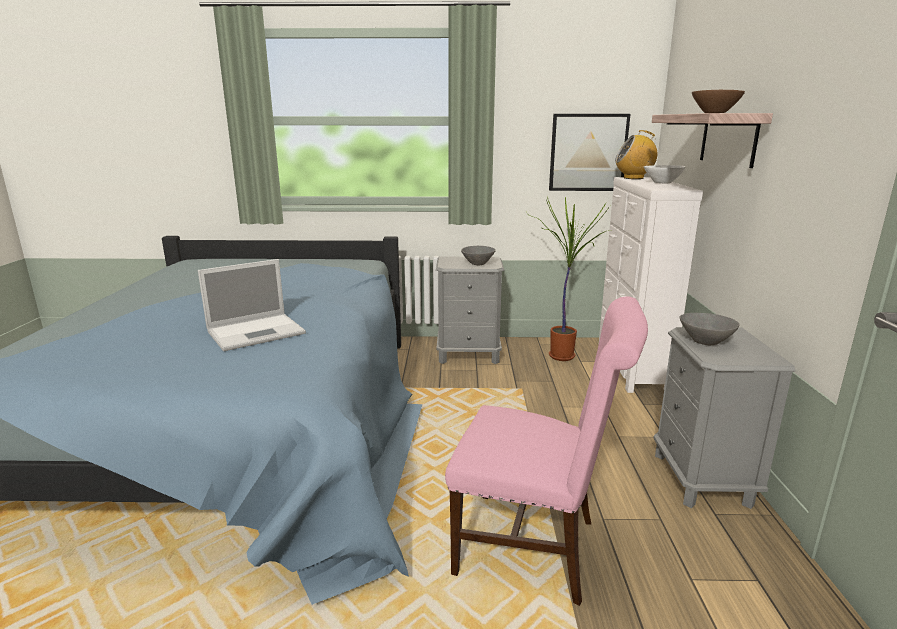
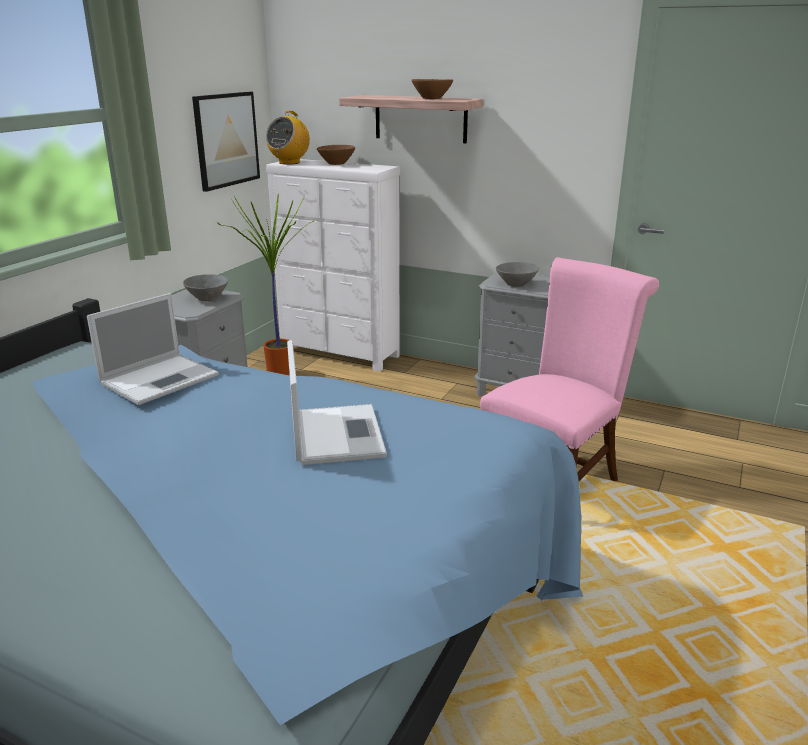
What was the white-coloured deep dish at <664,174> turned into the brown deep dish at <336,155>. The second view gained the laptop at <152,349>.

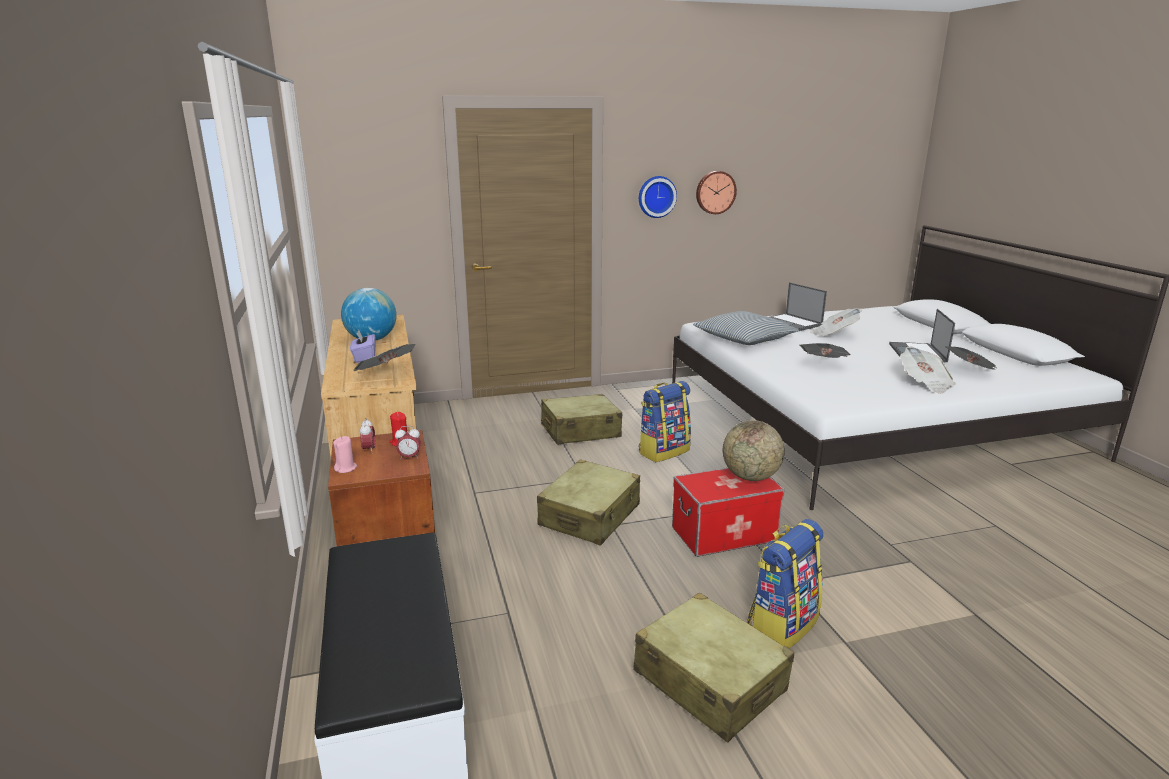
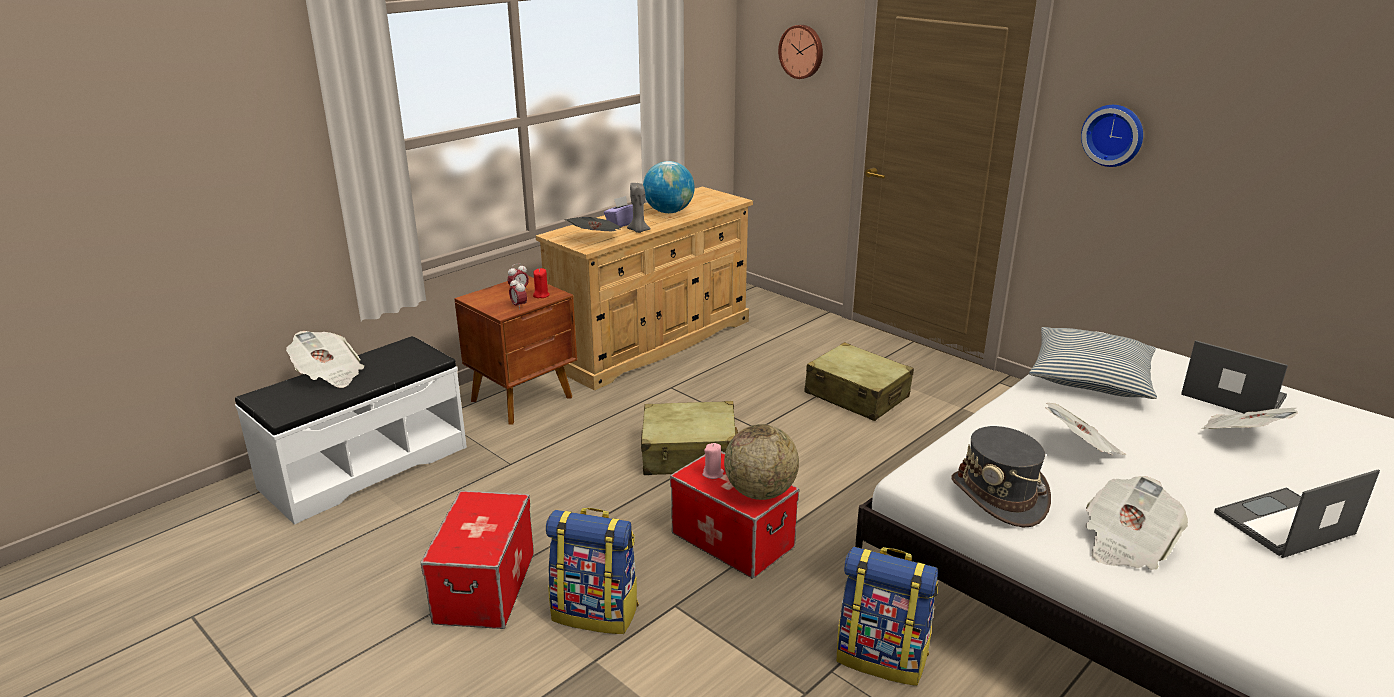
The pinkish candle ended up elsewhere, having gone from <345,454> to <713,461>. Where the beige suitcase stood at <713,668>, the storage box came to stand at <477,560>. The backpack ended up elsewhere, having gone from <665,421> to <887,616>. The wall clock ended up elsewhere, having gone from <716,192> to <800,52>. The laptop at <798,306> ended up facing another way, 105 degrees clockwise from before. The daily paper ended up elsewhere, having gone from <970,358> to <325,359>. The second view gained the greyish candle at <639,208>. The second view gained the greyish wearable hat at <1001,477>.

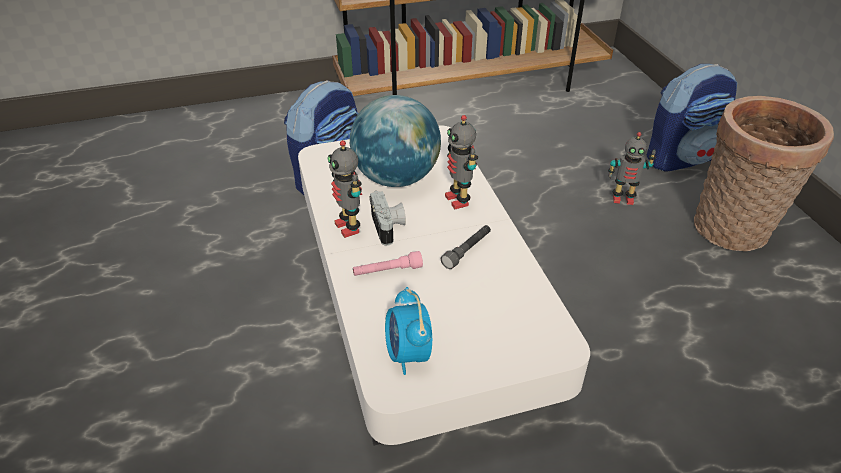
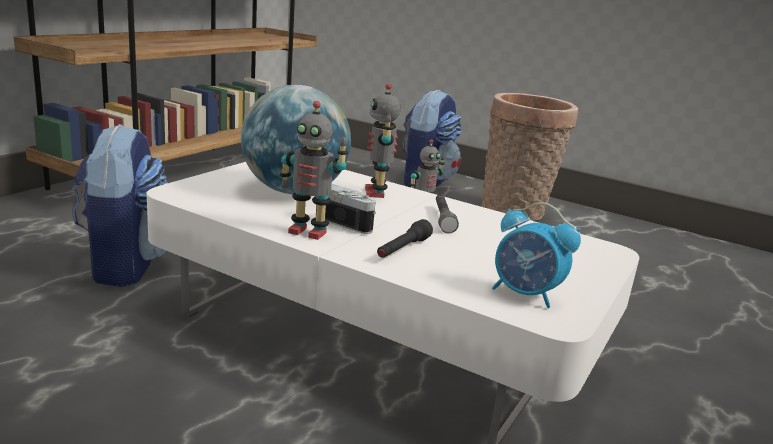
What was the pinkish hand torch at <388,263> turned into the black hand torch at <405,238>. The toy robot at <461,162> ended up facing another way, 60 degrees clockwise from before.

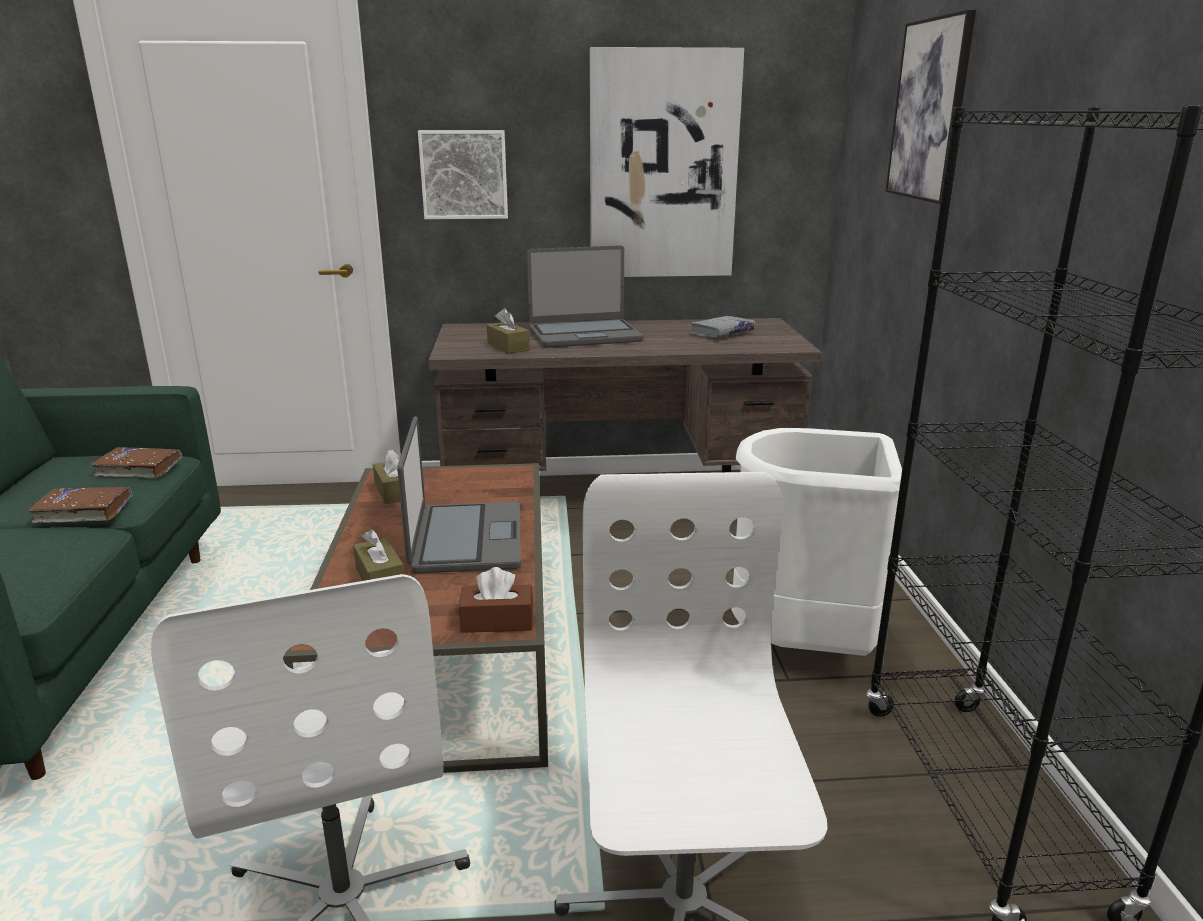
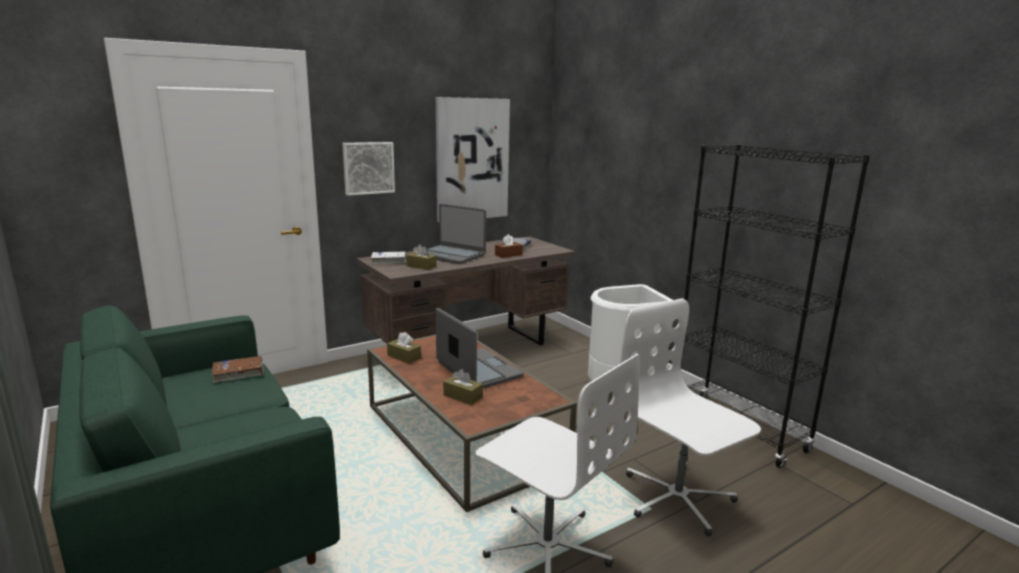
The second view lost the brown book at <79,505>. The brown tissue box ended up elsewhere, having gone from <496,600> to <509,246>. The laptop at <585,296> ended up facing another way, 75 degrees clockwise from before. The second view lost the picture at <931,106>. The second view gained the white-coloured book at <388,258>.

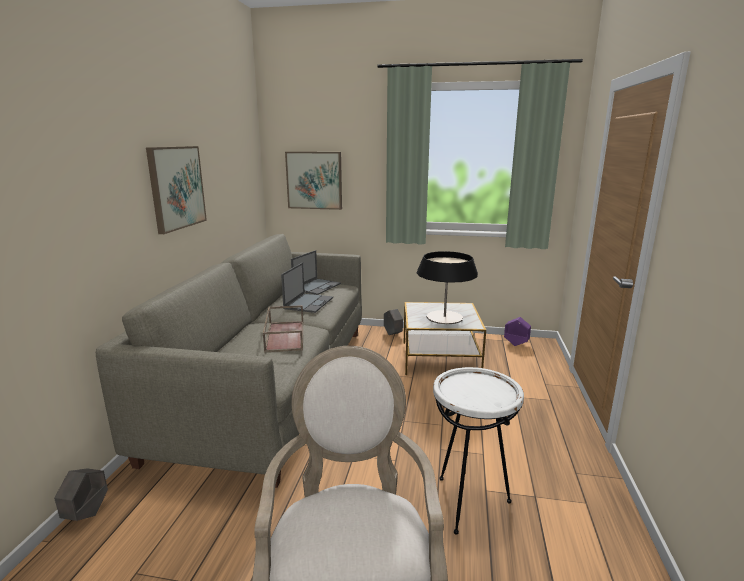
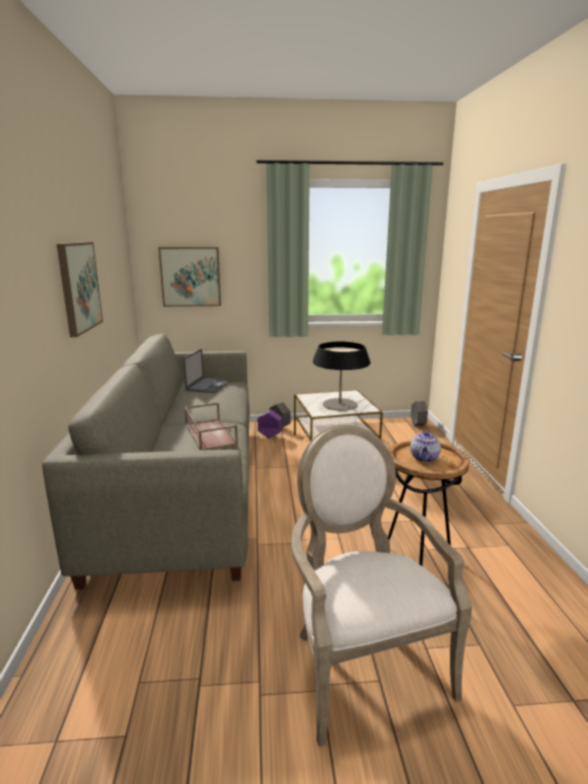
The greyish plant pot ended up elsewhere, having gone from <81,494> to <419,413>. The second view lost the laptop at <307,288>. What was the white-coloured side table at <478,451> turned into the brown side table at <429,503>. The purple-coloured plant pot ended up elsewhere, having gone from <517,331> to <270,424>. The second view gained the pot for tea at <425,446>.

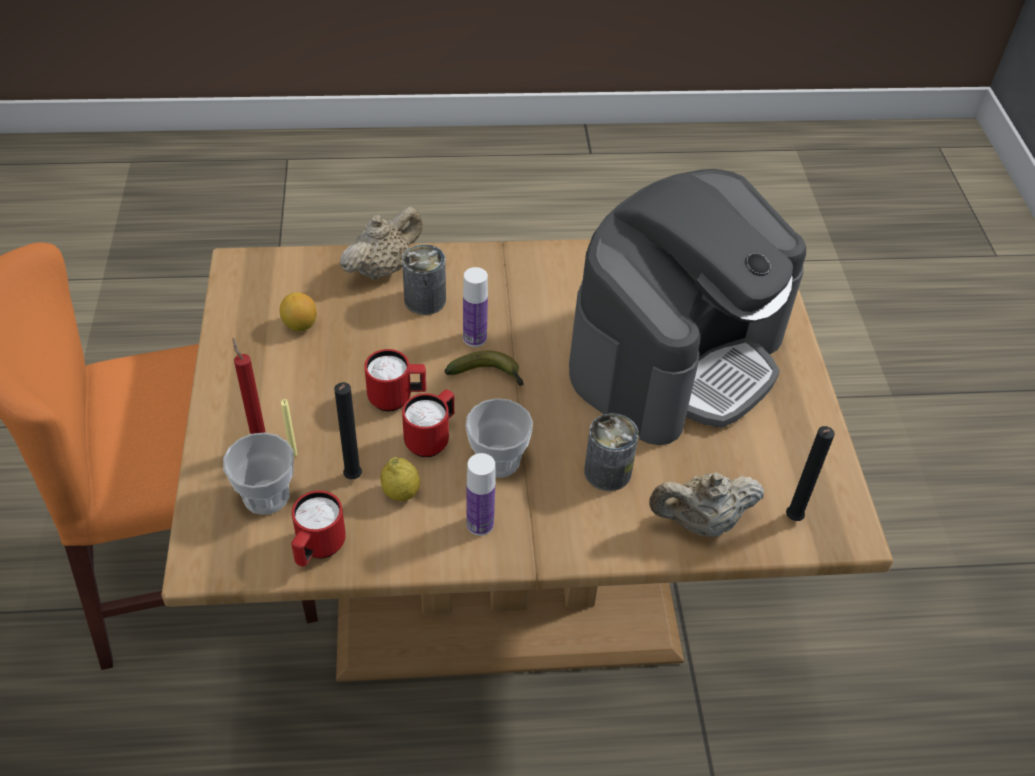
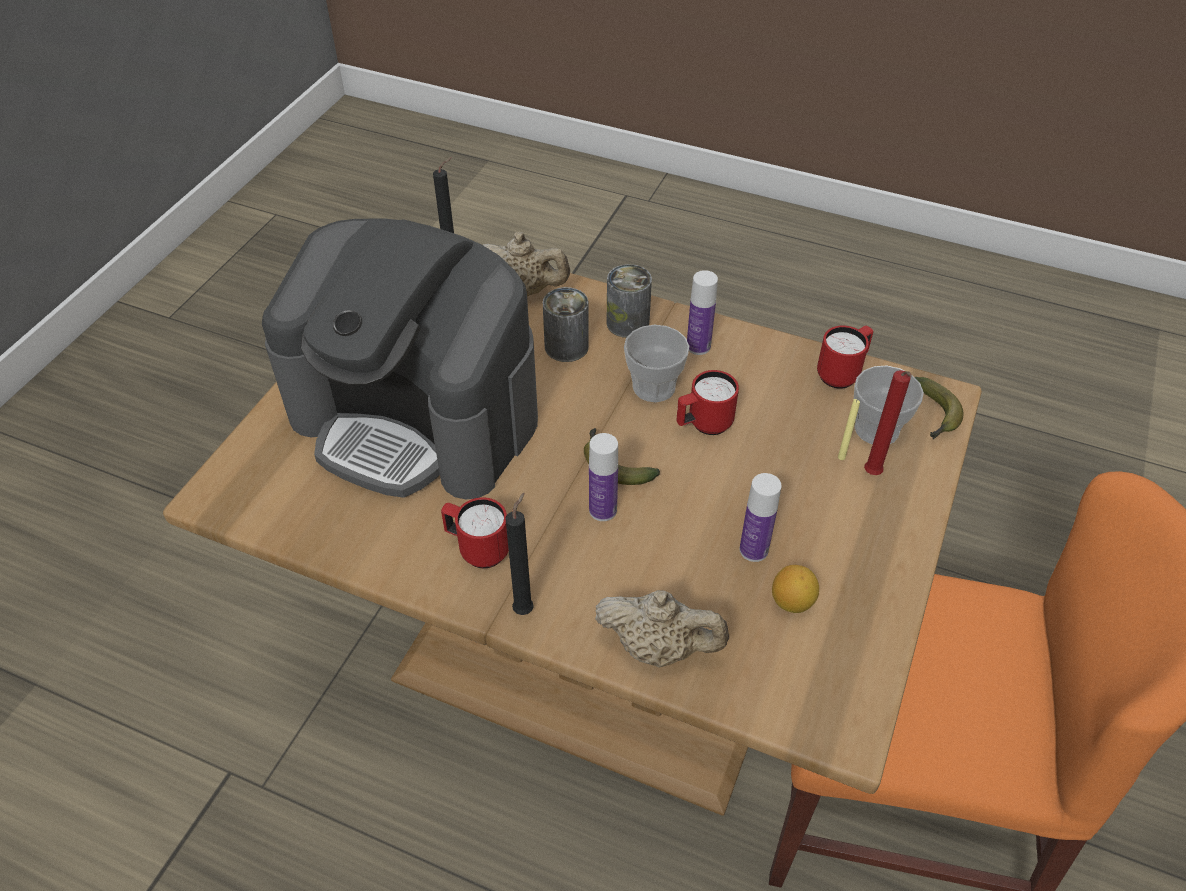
The black candle ended up elsewhere, having gone from <348,430> to <519,554>. The beige pot for tea at <381,243> ended up facing another way, 150 degrees counterclockwise from before. The reddish mug ended up elsewhere, having gone from <395,380> to <475,532>. The second view lost the citrus fruit at <400,479>. The metal can ended up elsewhere, having gone from <424,279> to <629,301>. The coffee maker at <687,307> ended up facing another way, 135 degrees counterclockwise from before. The second view gained the beverage bottle at <761,517>. The second view gained the whole banana at <939,408>.

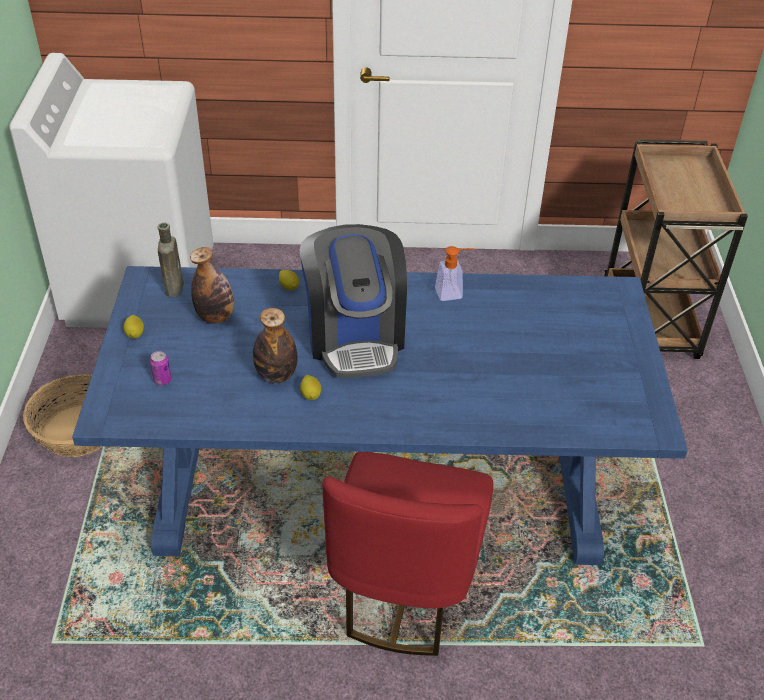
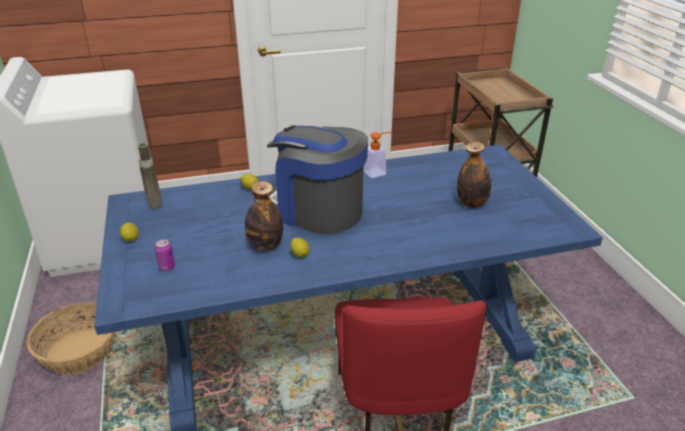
The beverage bottle ended up elsewhere, having gone from <212,285> to <474,175>. The coffee maker at <353,301> ended up facing another way, 150 degrees clockwise from before.

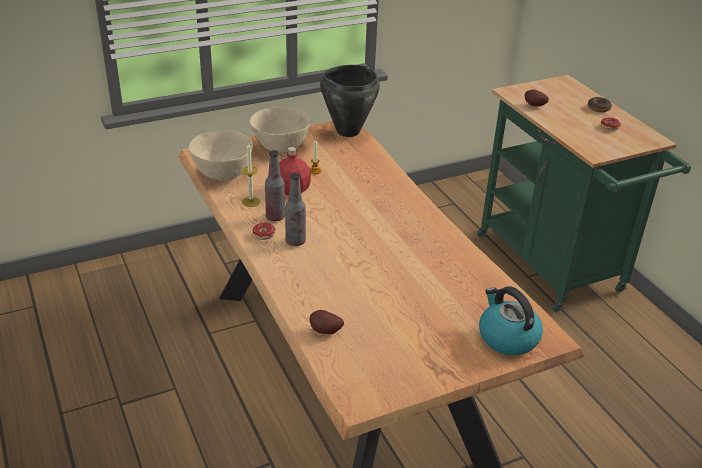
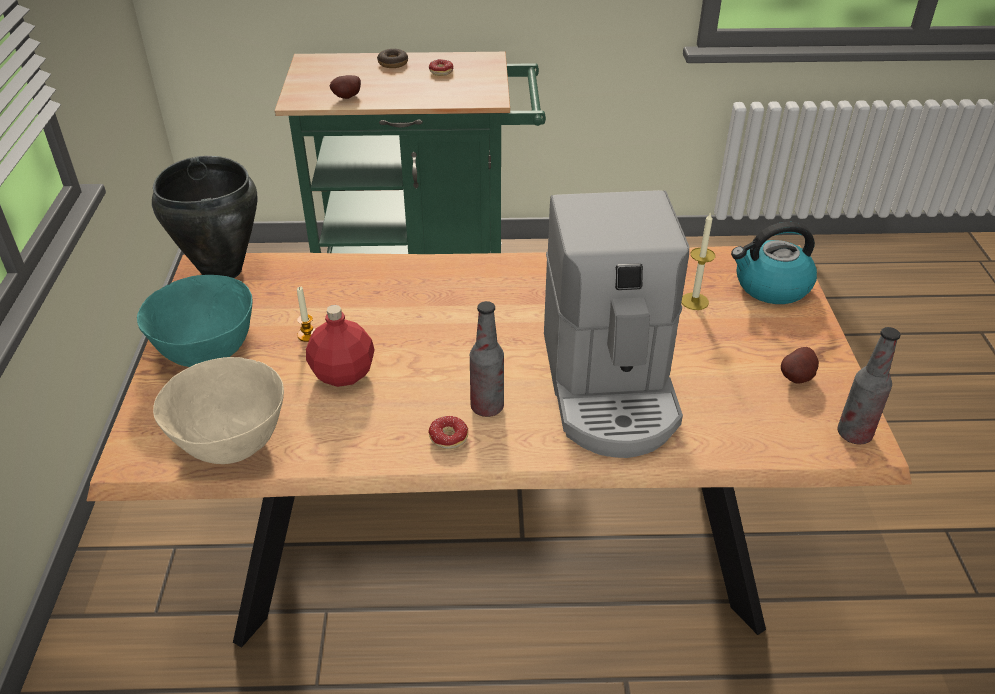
The candle ended up elsewhere, having gone from <251,174> to <698,261>. What was the beige deep dish at <280,130> turned into the turquoise deep dish at <195,321>. The beverage bottle ended up elsewhere, having gone from <275,185> to <868,385>. The whole potato ended up elsewhere, having gone from <326,322> to <800,365>. The second view gained the coffee maker at <617,324>.

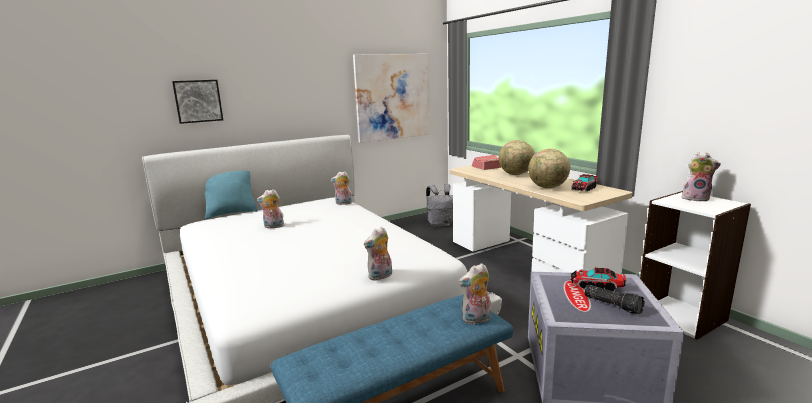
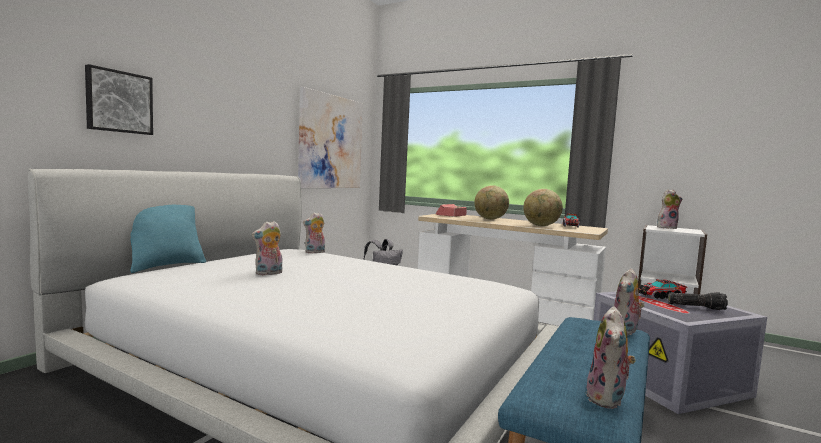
The plush toy ended up elsewhere, having gone from <378,254> to <611,357>.

